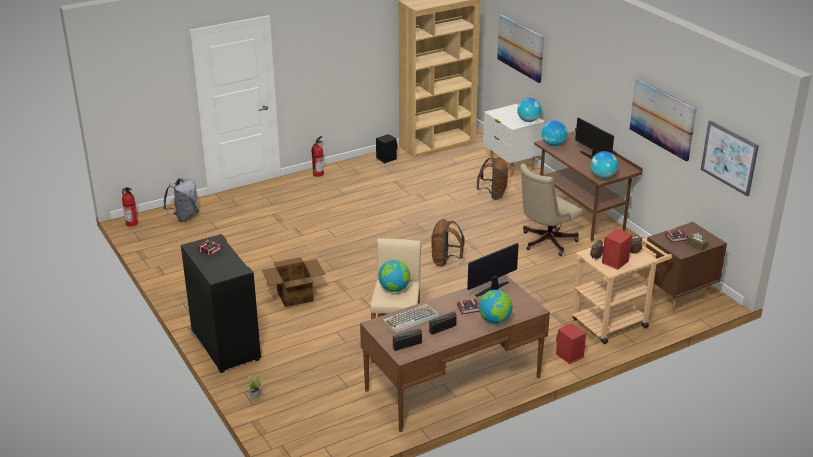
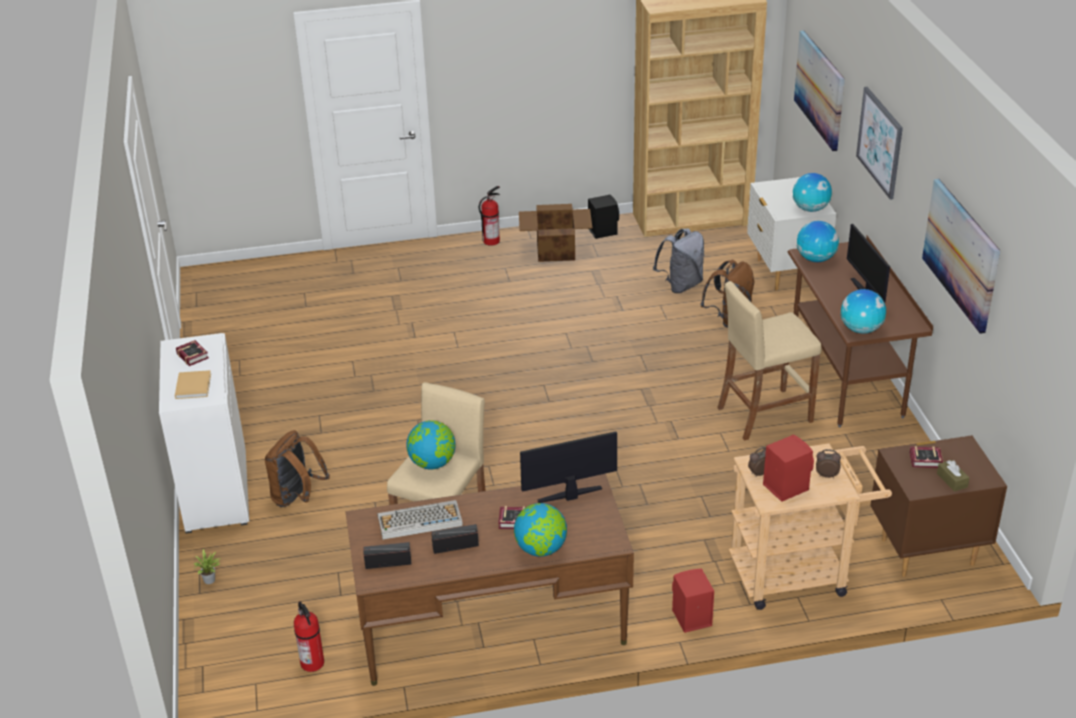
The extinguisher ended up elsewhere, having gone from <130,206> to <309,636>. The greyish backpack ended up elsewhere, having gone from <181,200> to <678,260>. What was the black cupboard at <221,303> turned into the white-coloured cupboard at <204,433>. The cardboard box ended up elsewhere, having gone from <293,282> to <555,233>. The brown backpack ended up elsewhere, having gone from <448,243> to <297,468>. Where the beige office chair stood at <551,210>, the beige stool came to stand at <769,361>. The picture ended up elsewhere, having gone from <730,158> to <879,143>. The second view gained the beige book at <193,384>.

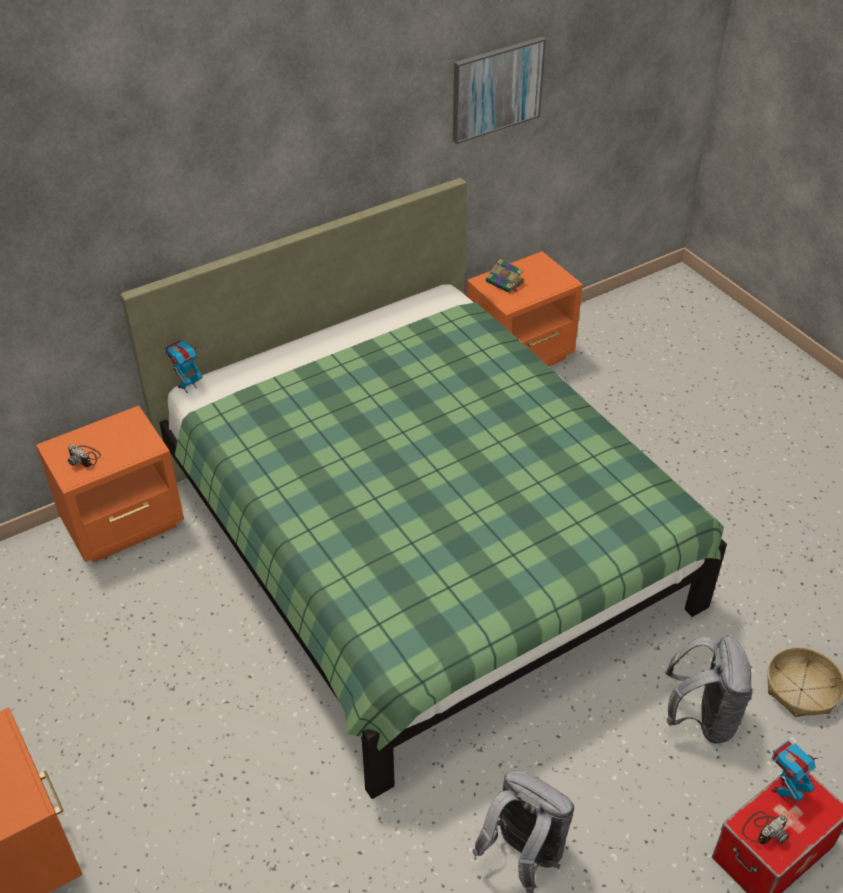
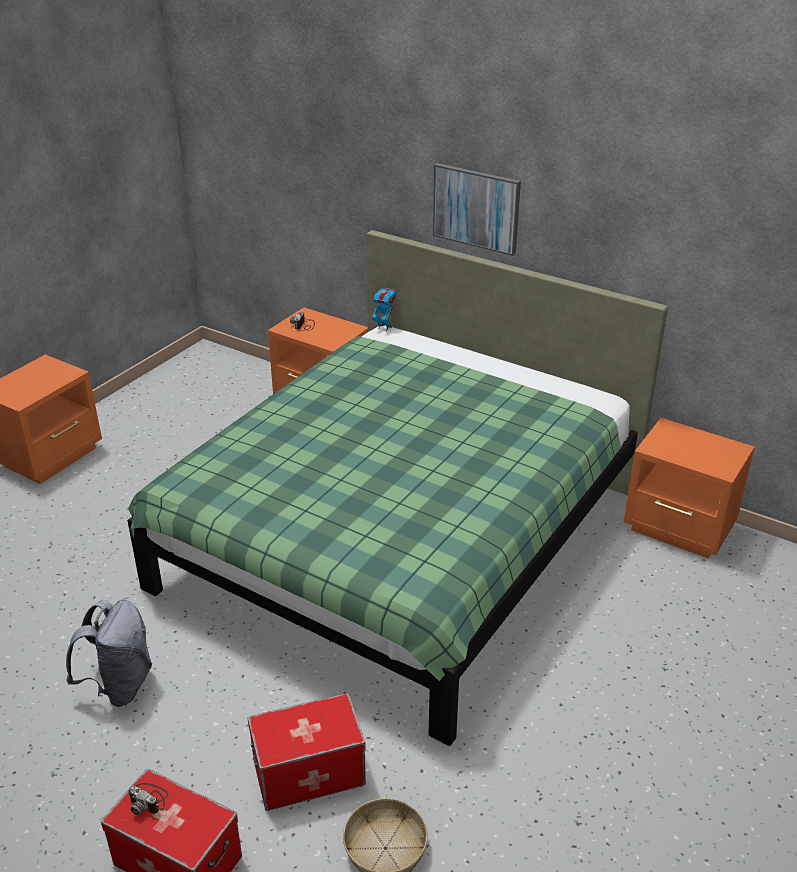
The picture ended up elsewhere, having gone from <499,90> to <477,209>. The second view lost the book at <505,276>. Where the greyish backpack stood at <709,690>, the storage box came to stand at <307,752>. The second view lost the toy robot at <796,771>.

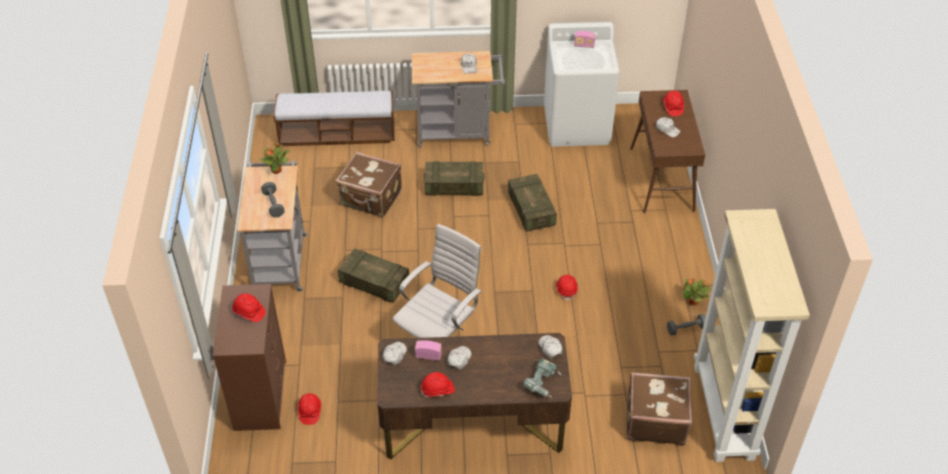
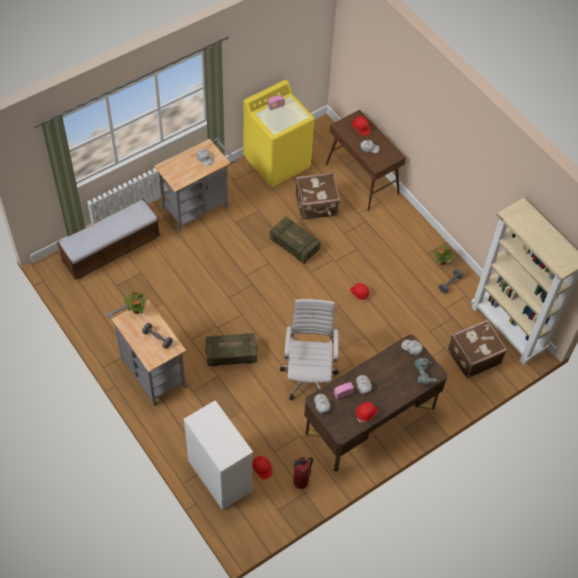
What was the brown chest of drawers at <249,357> turned into the white-coloured chest of drawers at <218,455>. The second view lost the reddish hard hat at <249,307>. The brown suitcase ended up elsewhere, having gone from <369,184> to <318,196>. The second view lost the shipping crate at <454,178>. What was the white-coloured laundry appliance at <582,84> turned into the yellow-coloured laundry appliance at <278,133>. The second view gained the extinguisher at <303,472>.

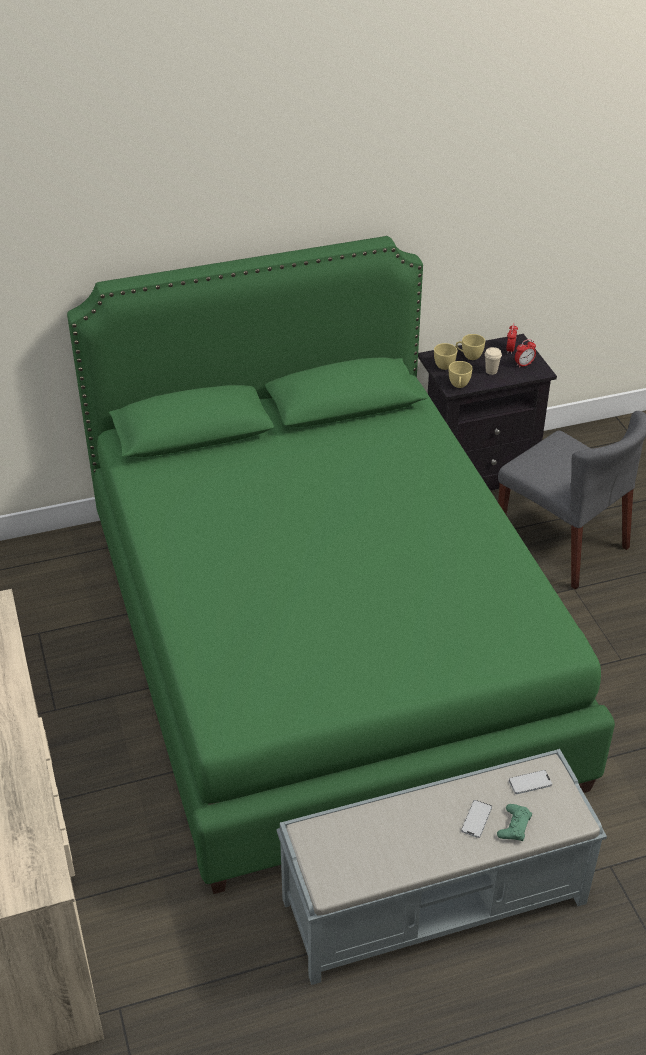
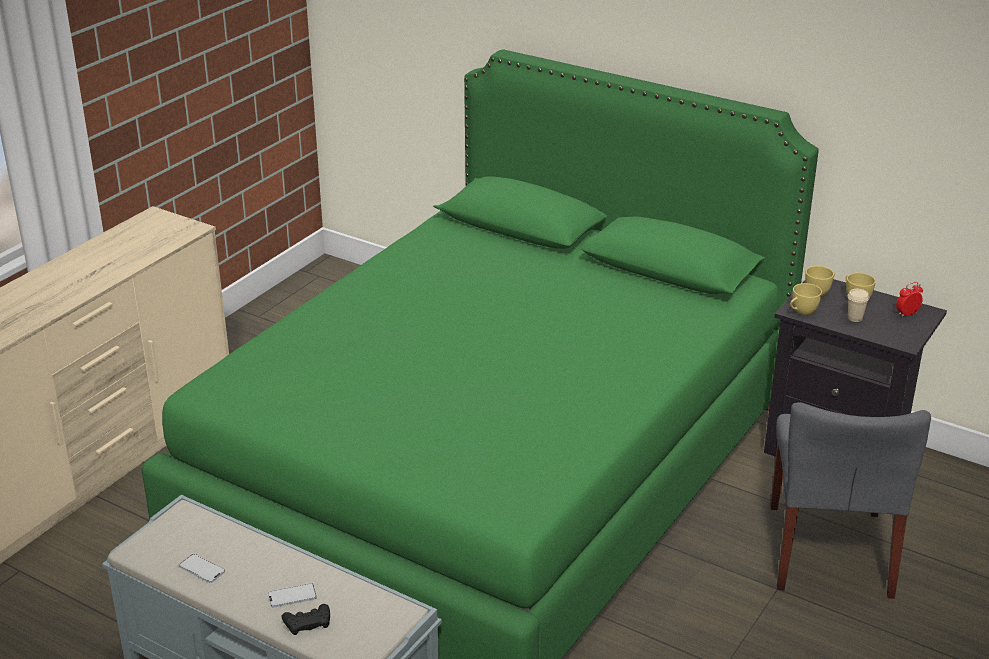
What was the green-coloured game controller at <514,822> turned into the black game controller at <305,619>. The phone ended up elsewhere, having gone from <530,782> to <202,568>. The second view lost the bedside clock at <525,353>.

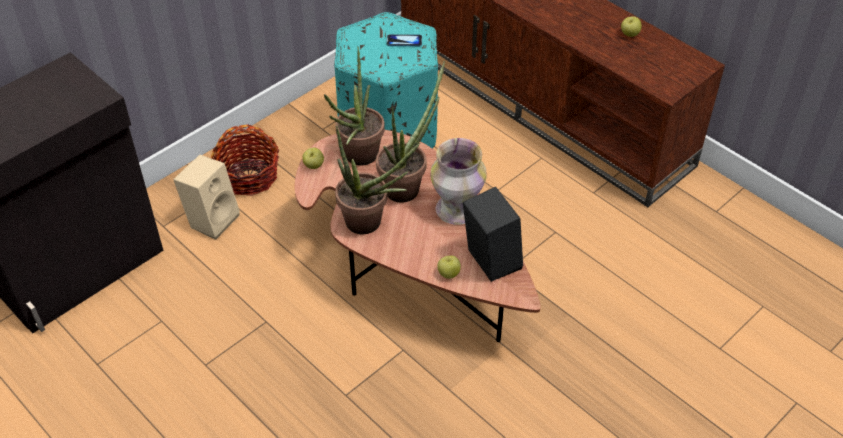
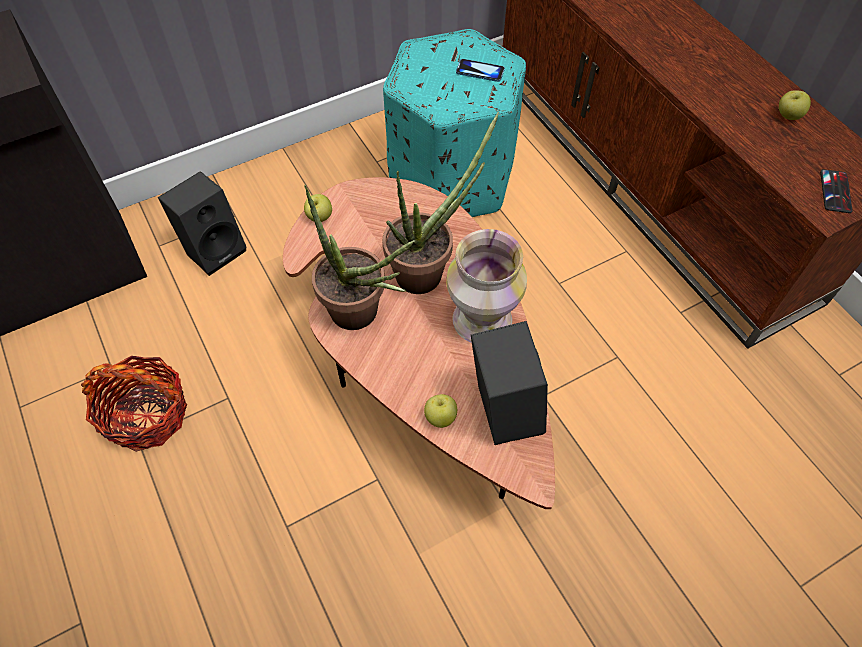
What was the beige speaker at <206,197> turned into the black speaker at <202,223>. The storage basket ended up elsewhere, having gone from <245,160> to <134,404>. The second view lost the houseplant at <354,105>. The second view gained the phone at <836,191>.

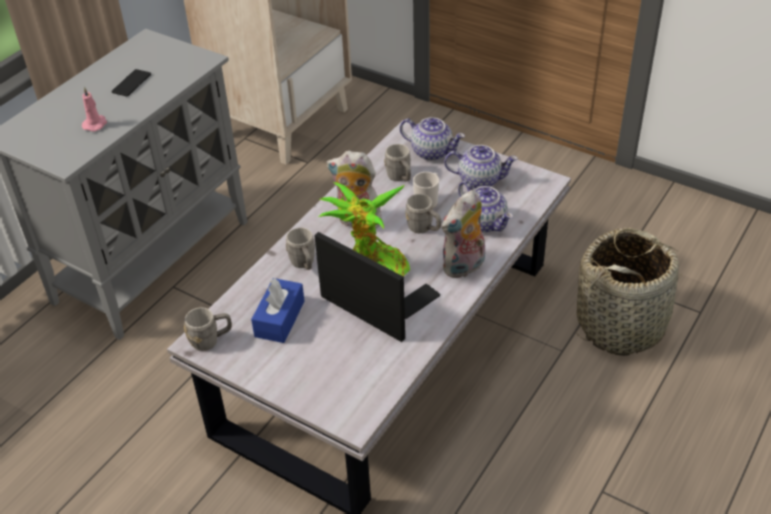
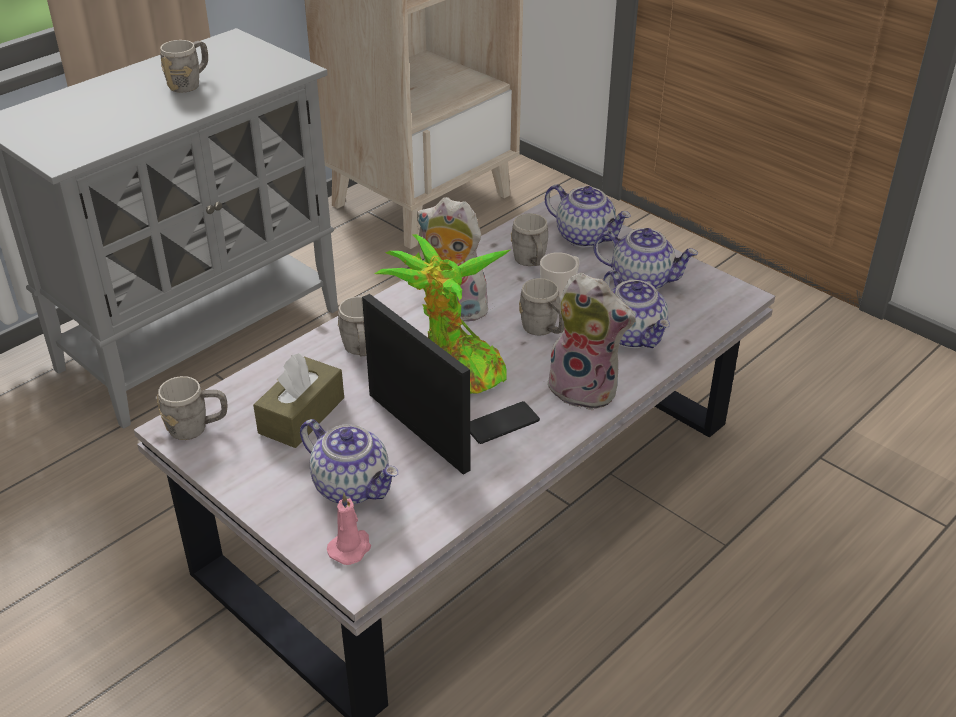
The pinkish candle ended up elsewhere, having gone from <94,109> to <349,528>. Where the phone stood at <131,82>, the greyish mug came to stand at <184,66>. What was the blue-coloured tissue box at <278,310> turned into the brown tissue box at <298,400>. The plush toy at <463,234> ended up facing another way, 120 degrees counterclockwise from before. The second view lost the storage basket at <629,292>. The second view gained the pot for tea at <349,461>.

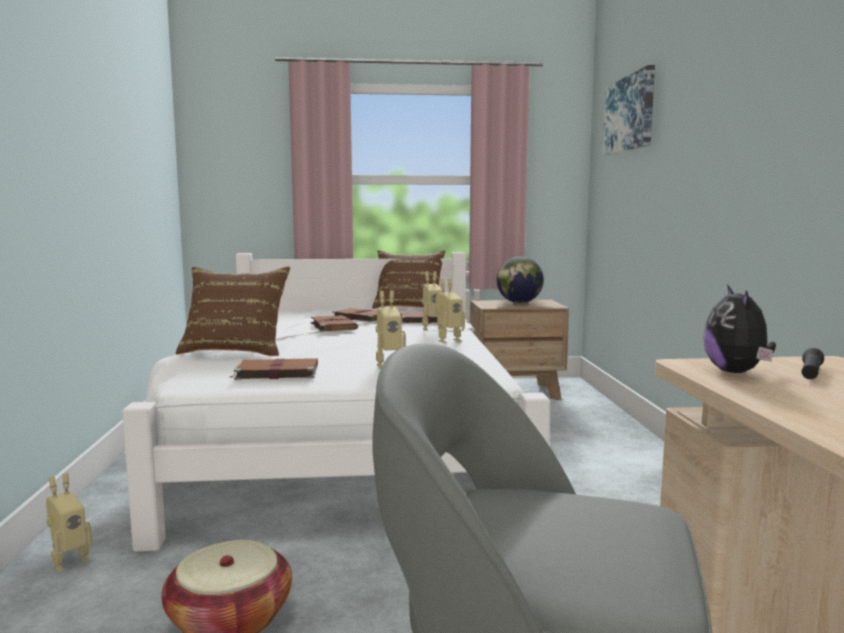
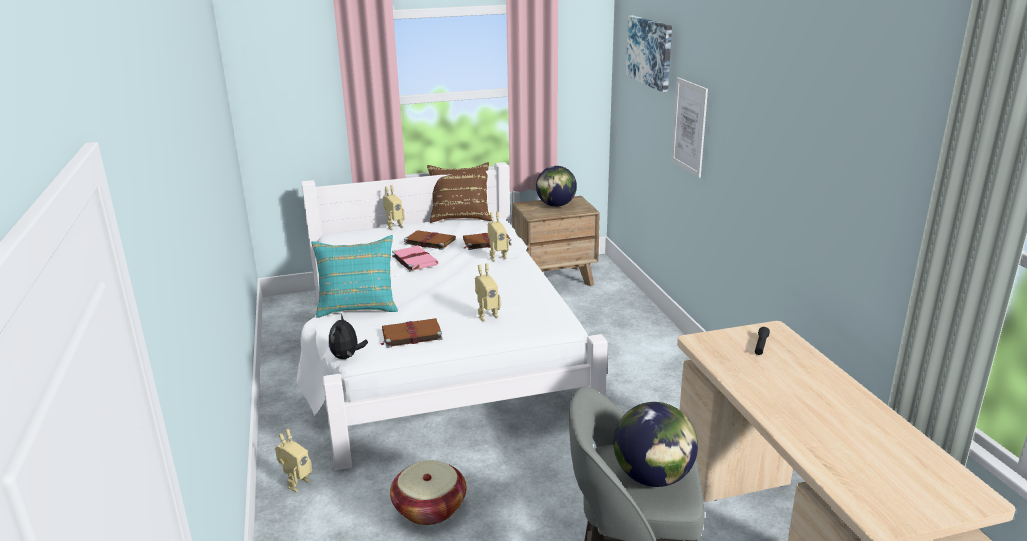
What was the brown pillow at <233,311> turned into the turquoise pillow at <354,276>. What was the brown book at <334,323> turned into the pinkish book at <415,259>. The toy robot ended up elsewhere, having gone from <450,310> to <394,207>. The plush toy ended up elsewhere, having gone from <739,328> to <348,336>. The second view gained the world globe at <656,444>. The second view gained the picture at <689,127>.

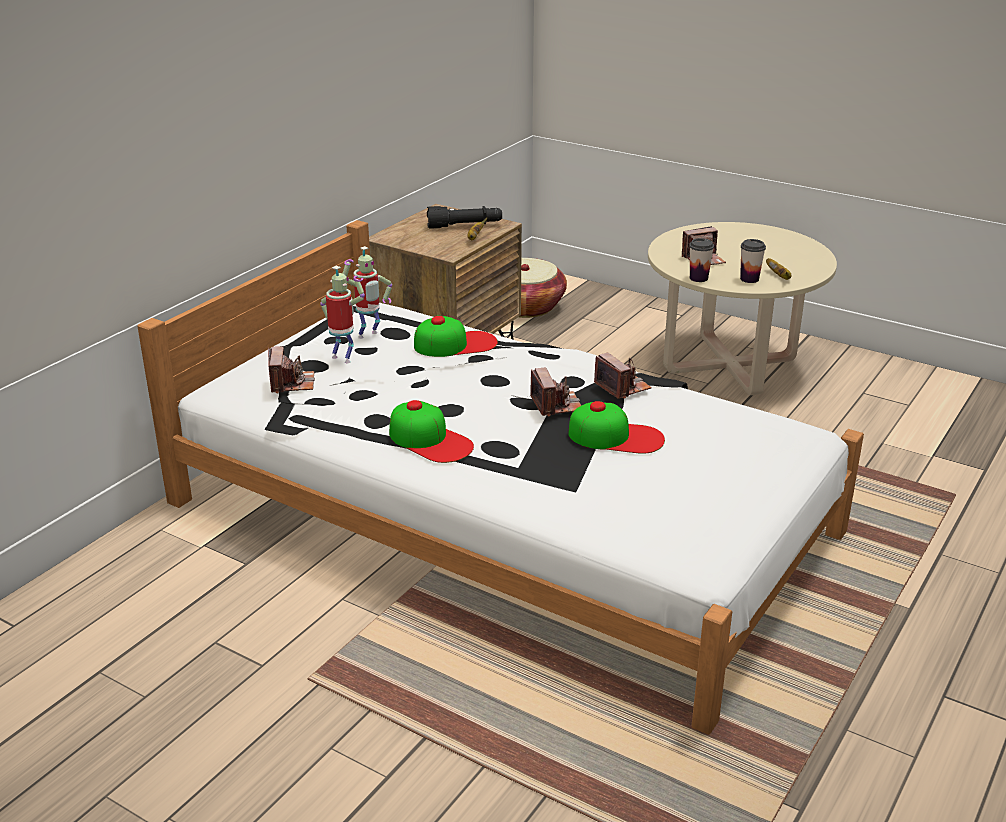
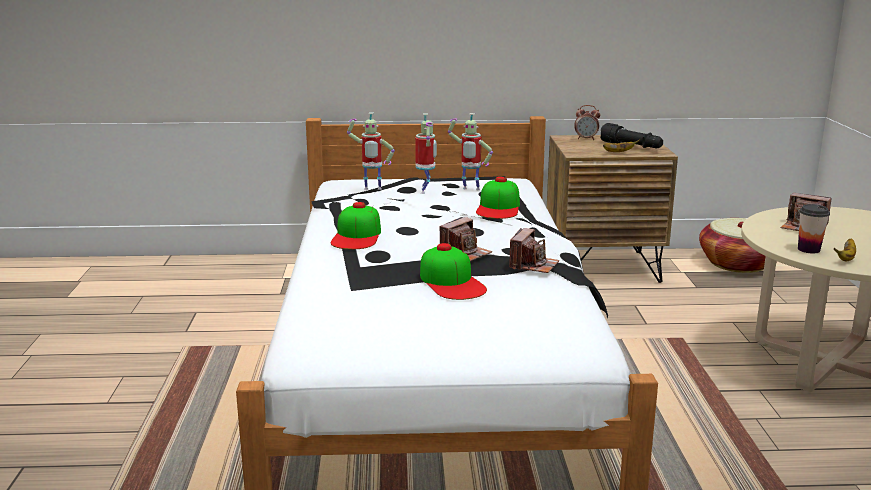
Where the photo camera stood at <291,370>, the toy robot came to stand at <371,151>. The cap at <456,336> ended up facing another way, 60 degrees clockwise from before. The second view lost the small cup at <701,260>. The second view gained the bedside clock at <587,122>.

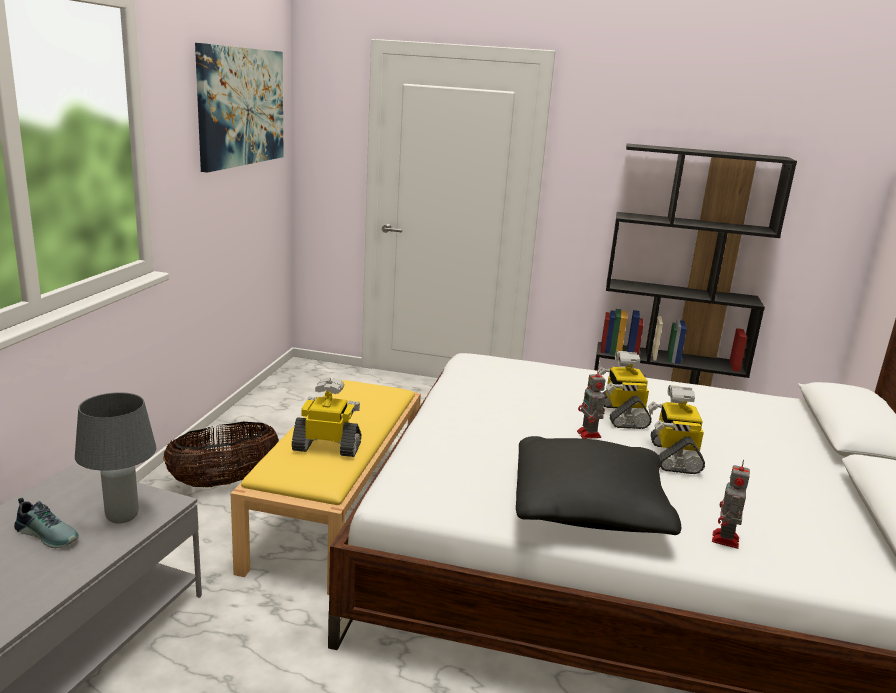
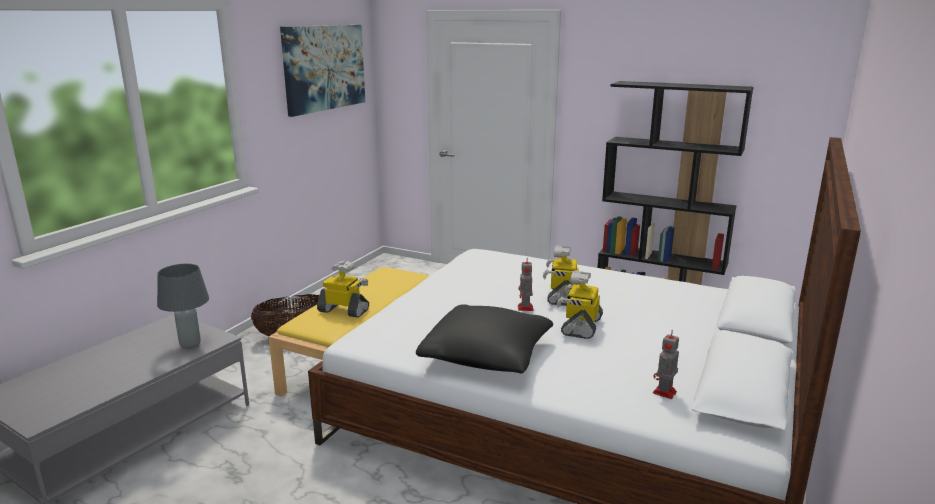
The second view lost the item of footwear at <46,523>. The toy robot ended up elsewhere, having gone from <731,504> to <666,364>.

